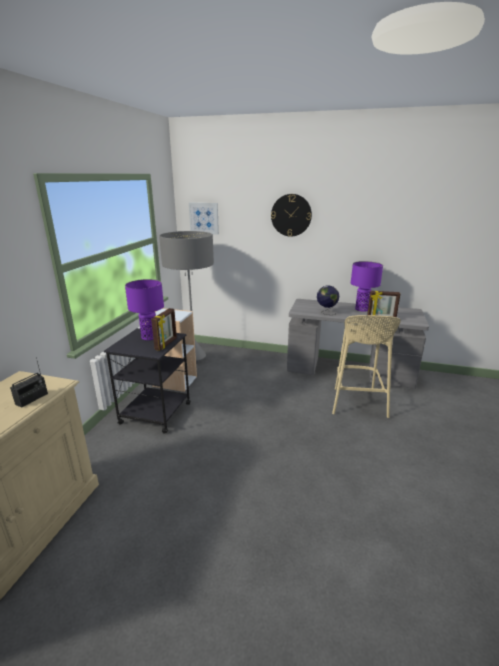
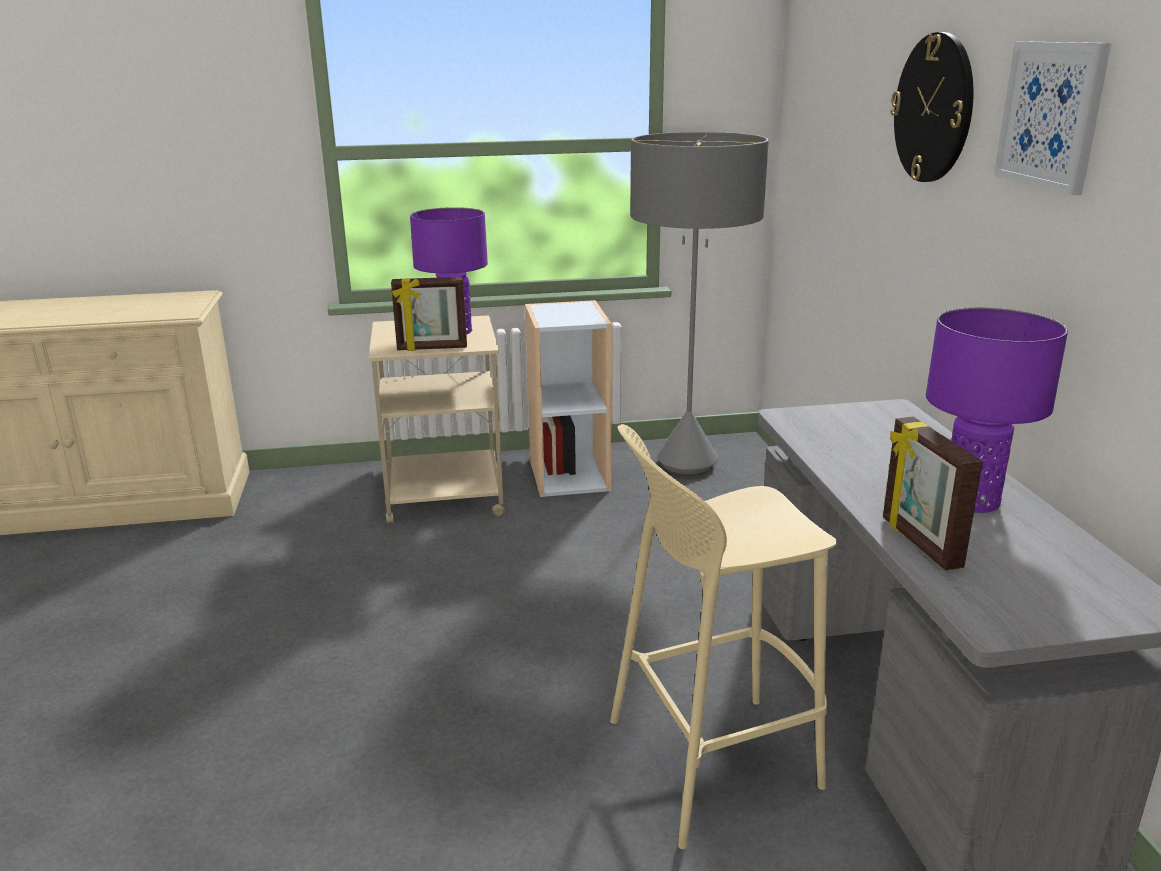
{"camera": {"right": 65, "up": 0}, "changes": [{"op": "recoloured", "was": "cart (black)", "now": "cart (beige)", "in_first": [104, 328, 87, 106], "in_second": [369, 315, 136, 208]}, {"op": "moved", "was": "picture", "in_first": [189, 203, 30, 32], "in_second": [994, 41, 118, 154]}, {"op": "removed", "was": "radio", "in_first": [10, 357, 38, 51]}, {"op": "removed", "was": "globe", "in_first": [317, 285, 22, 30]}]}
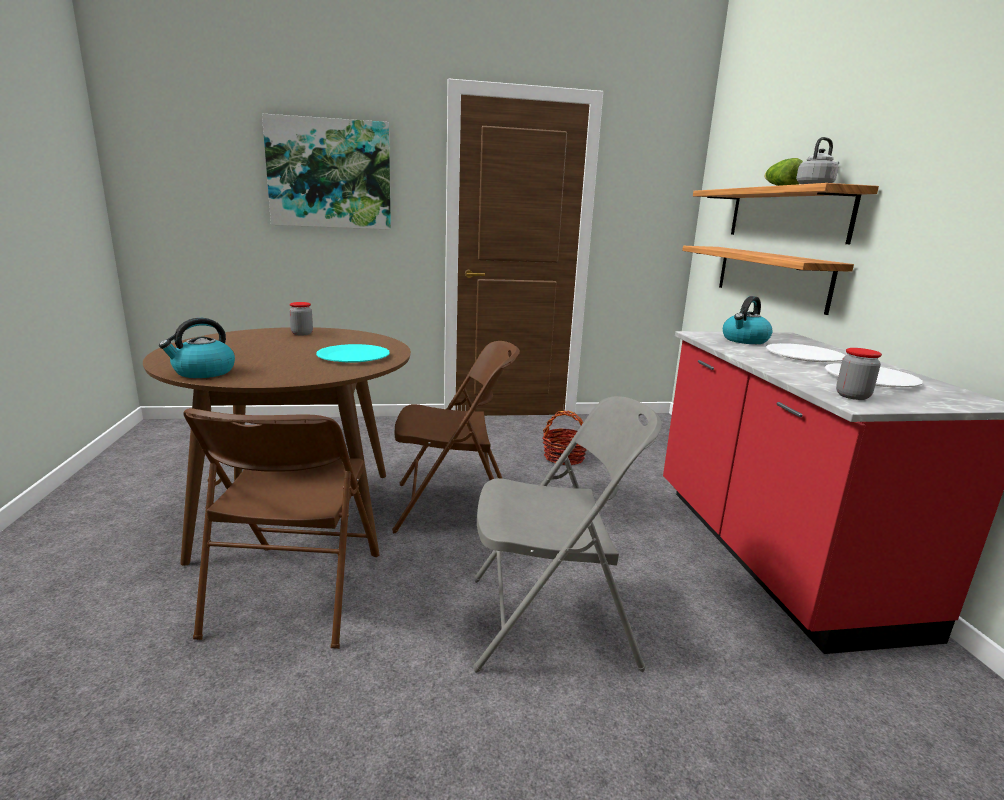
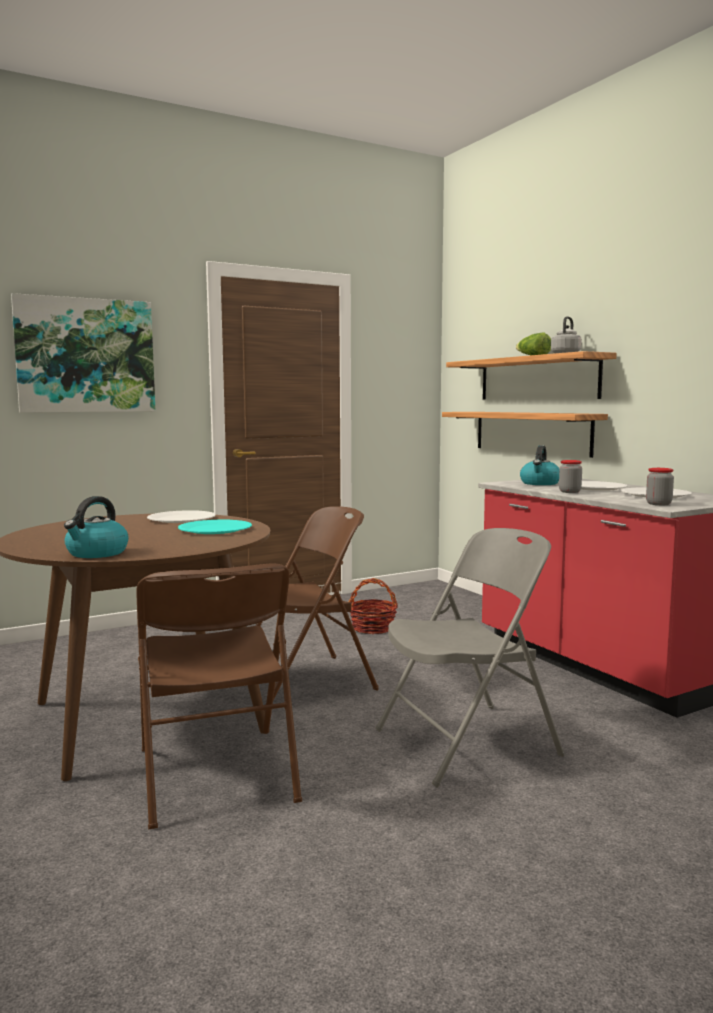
{"camera": {"right": -20, "up": -10}, "changes": [{"op": "added", "now": "plate (white)", "in_second": [147, 510, 69, 13]}, {"op": "moved", "was": "jar", "in_first": [289, 302, 24, 34], "in_second": [559, 460, 23, 33]}]}
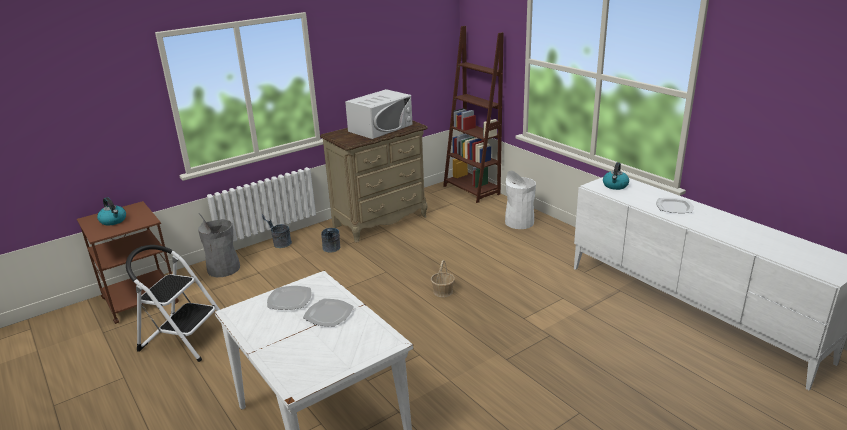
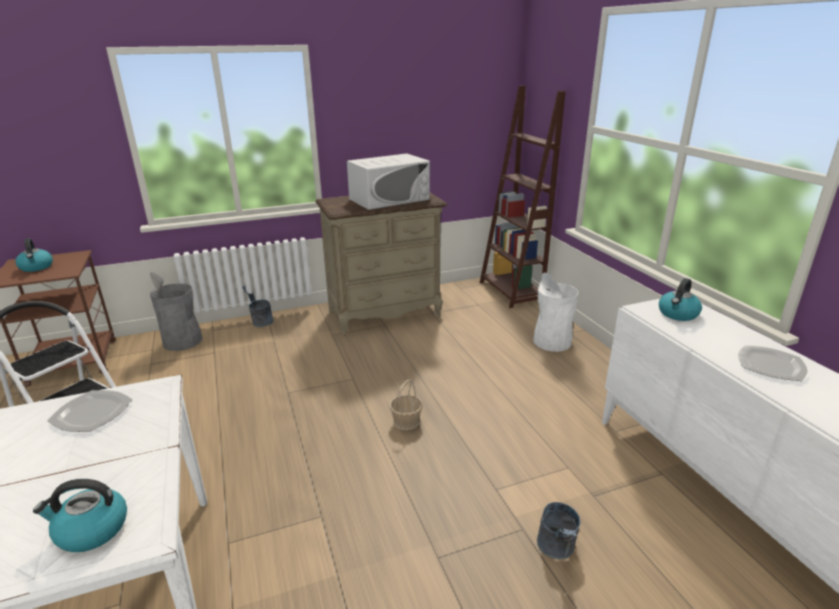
{"camera": {"right": 15, "up": 0}, "changes": [{"op": "added", "now": "kettle", "in_second": [33, 479, 94, 73]}, {"op": "moved", "was": "bucket (grey)", "in_first": [321, 228, 19, 24], "in_second": [537, 502, 43, 57]}, {"op": "removed", "was": "plate", "in_first": [303, 299, 51, 28]}]}
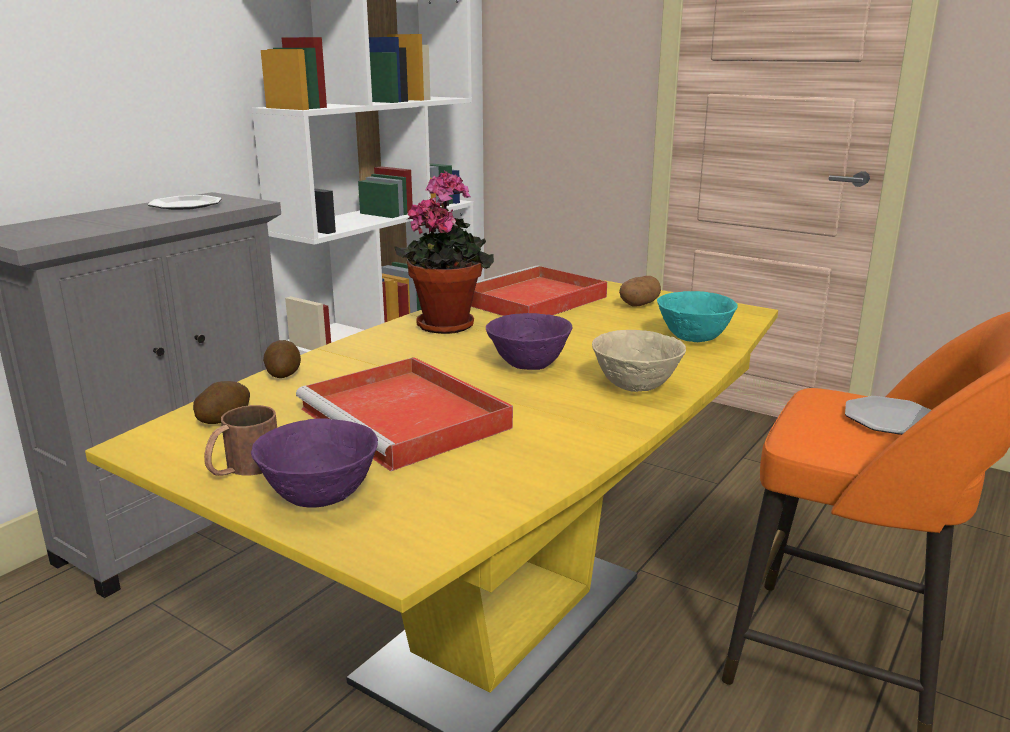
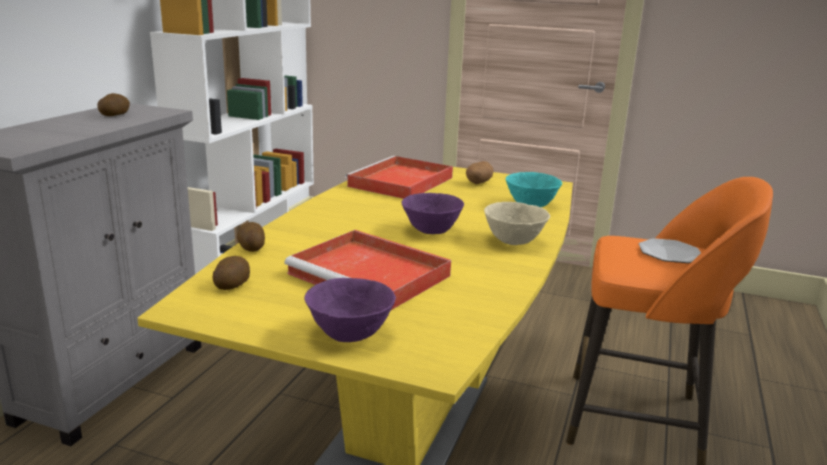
{"camera": {"right": -15, "up": 0}, "changes": [{"op": "replaced", "was": "plate", "now": "potato", "in_first": [148, 195, 74, 15], "in_second": [97, 93, 33, 23]}, {"op": "removed", "was": "mug (brown)", "in_first": [204, 405, 73, 71]}, {"op": "removed", "was": "potted plant", "in_first": [394, 171, 100, 163]}]}
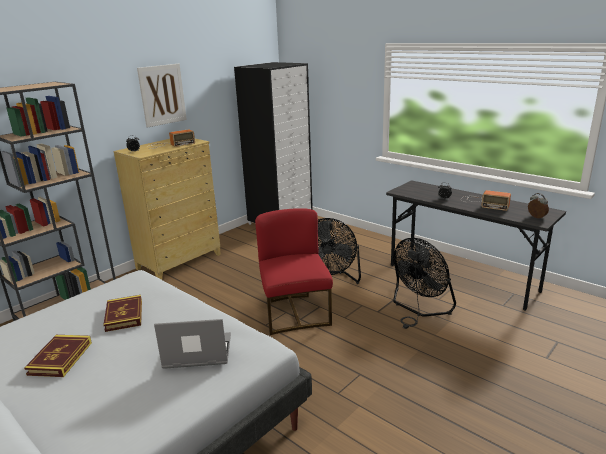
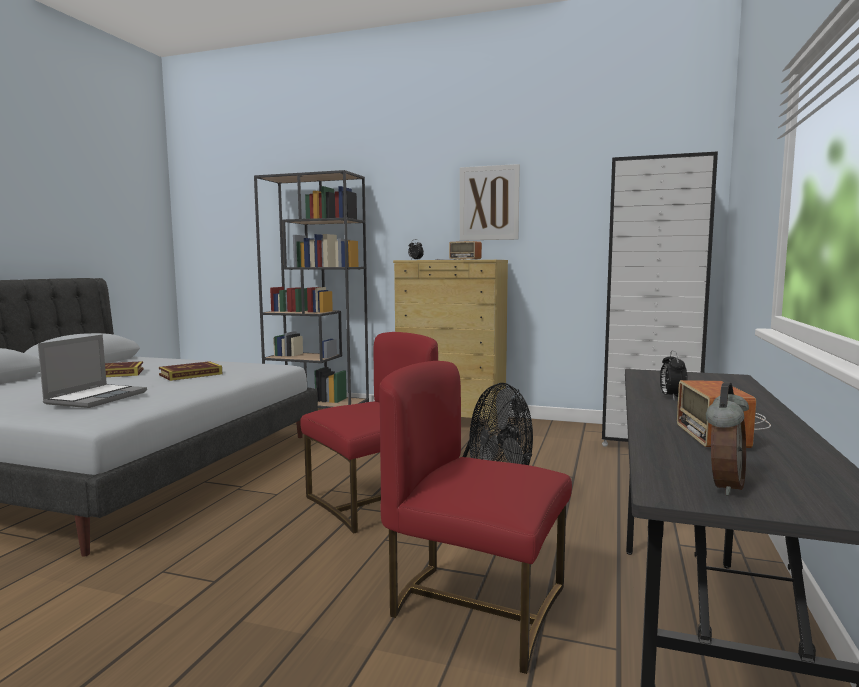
{"camera": {"right": 65, "up": -15}, "changes": [{"op": "turned", "was": "laptop", "in_first": [154, 319, 77, 50], "in_second": [38, 334, 109, 74], "clockwise": 45}, {"op": "replaced", "was": "fan (black)", "now": "chair (red)", "in_first": [392, 238, 64, 91], "in_second": [379, 361, 193, 313]}]}
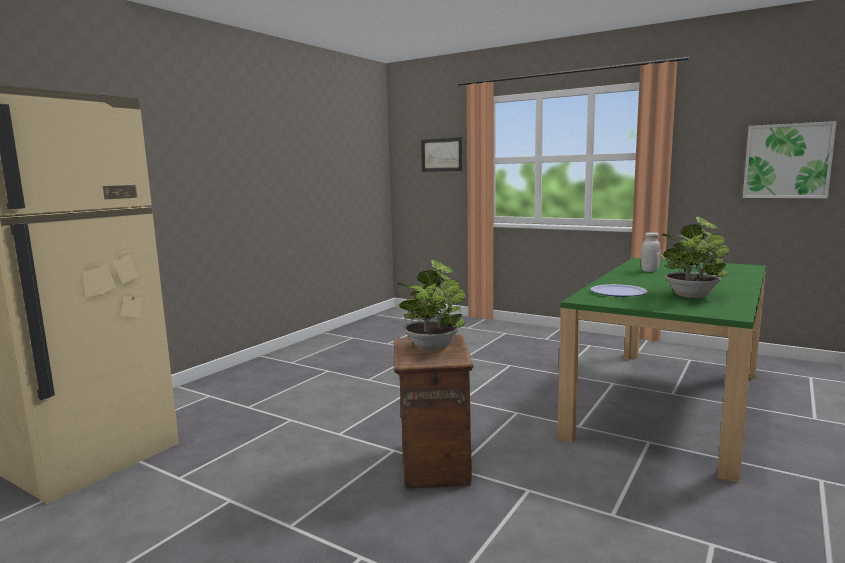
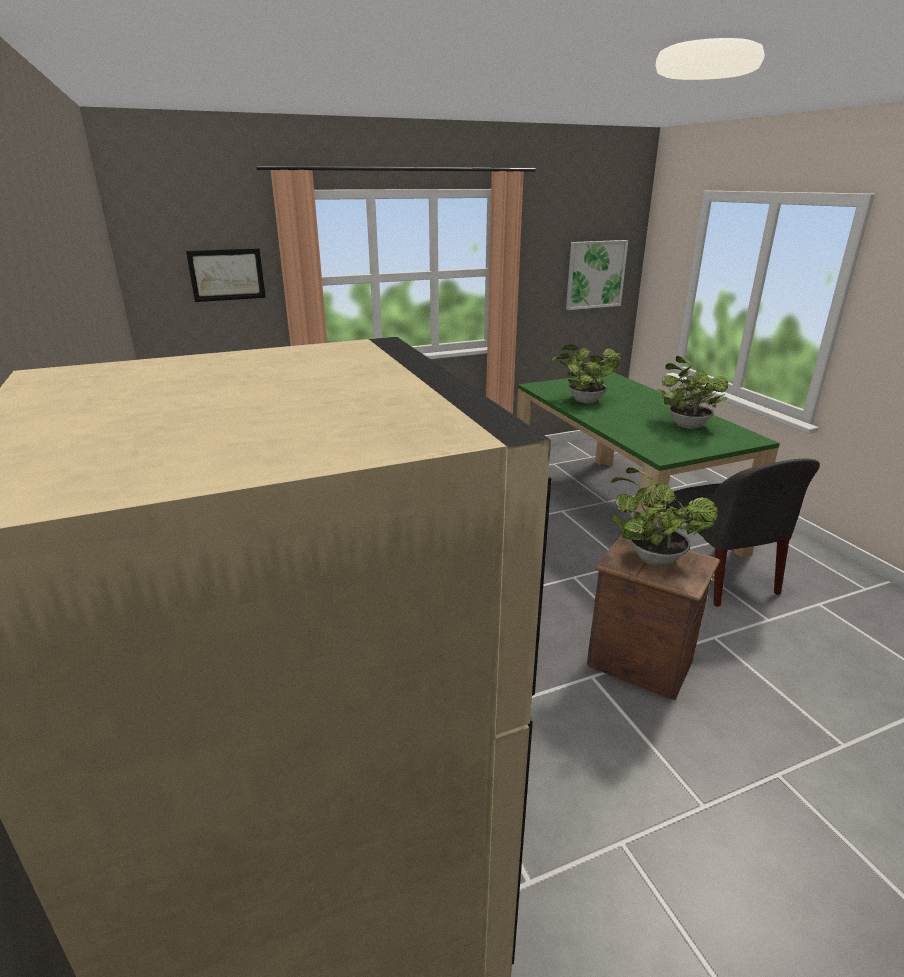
{"camera": {"right": -55, "up": 15}, "changes": [{"op": "replaced", "was": "jar (white)", "now": "potted plant", "in_first": [640, 232, 20, 40], "in_second": [551, 344, 70, 59]}, {"op": "added", "now": "chair (grey)", "in_second": [666, 459, 154, 148]}, {"op": "removed", "was": "plate", "in_first": [591, 284, 57, 13]}]}
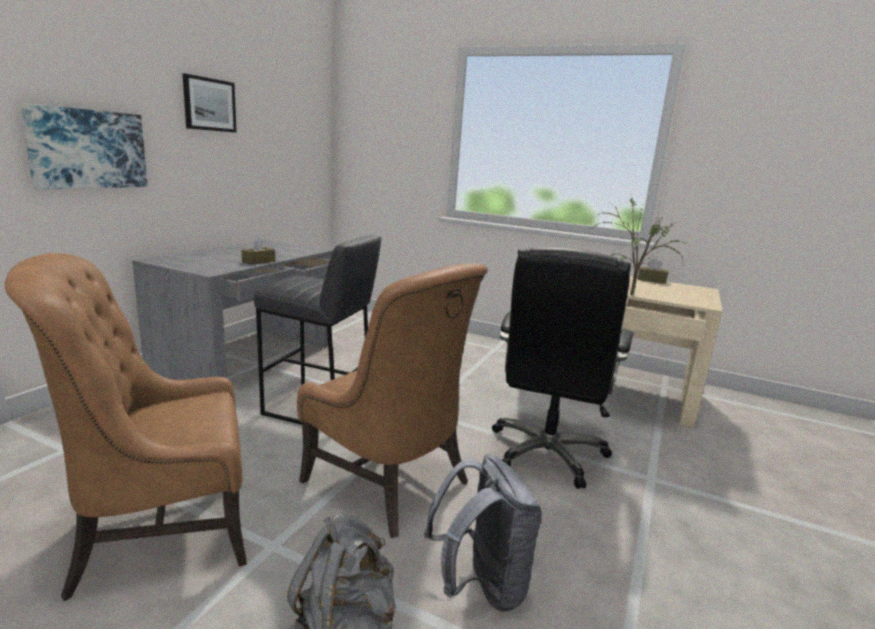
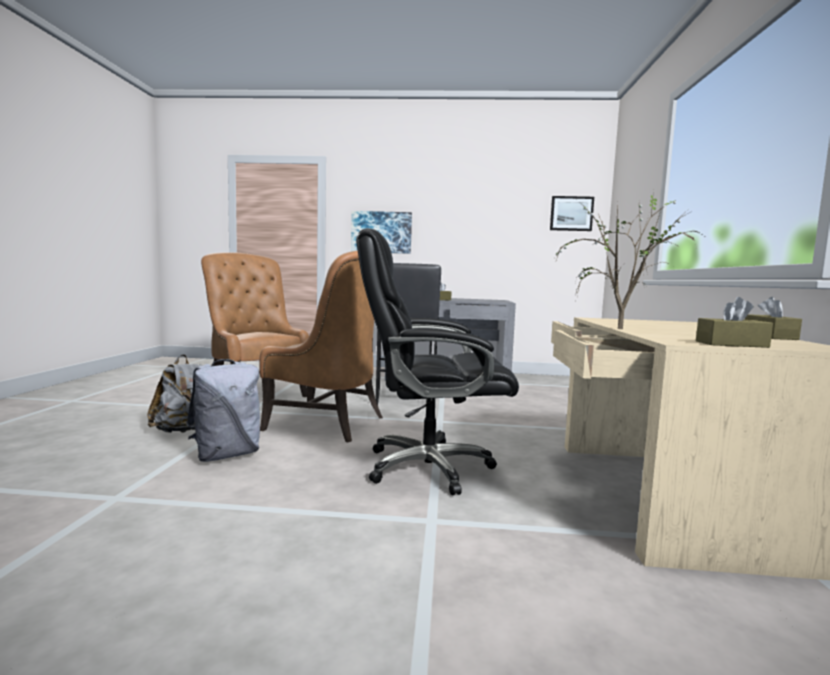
{"camera": {"right": 70, "up": -10}, "changes": [{"op": "turned", "was": "chair (brown)", "in_first": [297, 263, 191, 275], "in_second": [259, 251, 124, 192], "clockwise": -90}, {"op": "moved", "was": "picture", "in_first": [183, 74, 54, 59], "in_second": [550, 196, 44, 35]}, {"op": "added", "now": "tissue box (brown)", "in_second": [696, 297, 77, 51]}]}
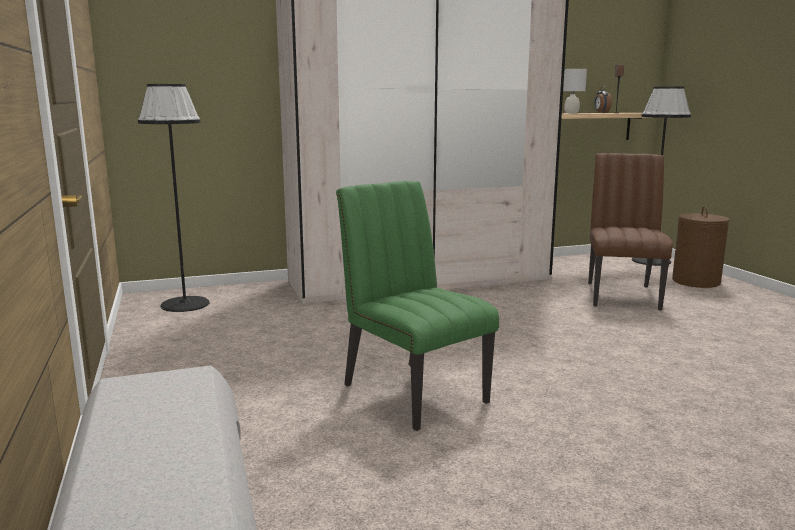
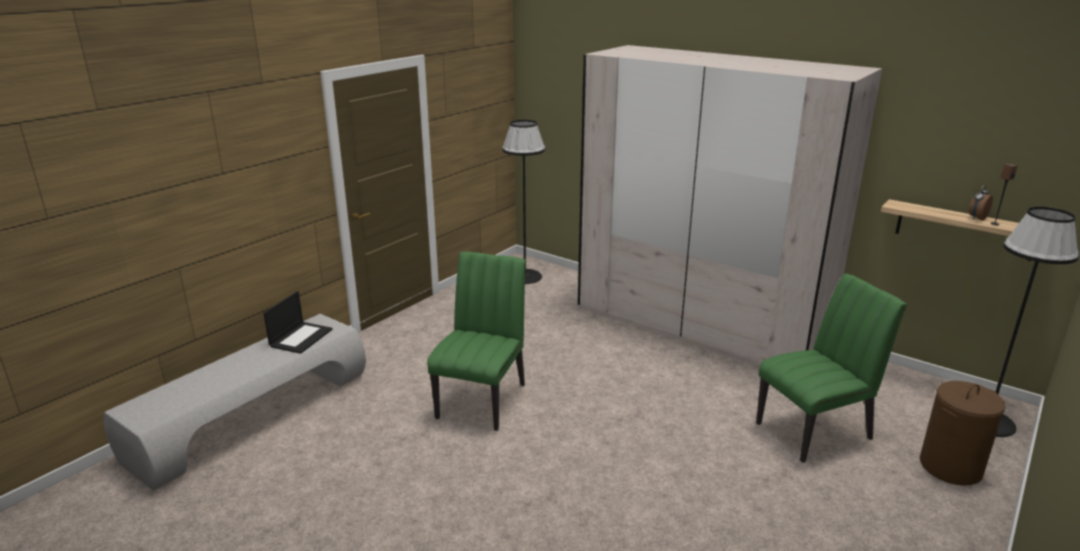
{"camera": {"right": 55, "up": 10}, "changes": [{"op": "added", "now": "laptop", "in_second": [263, 291, 70, 63]}, {"op": "recoloured", "was": "chair (brown)", "now": "chair (green)", "in_first": [588, 153, 85, 157], "in_second": [756, 273, 151, 190]}, {"op": "removed", "was": "table lamp (grey)", "in_first": [563, 68, 24, 45]}]}
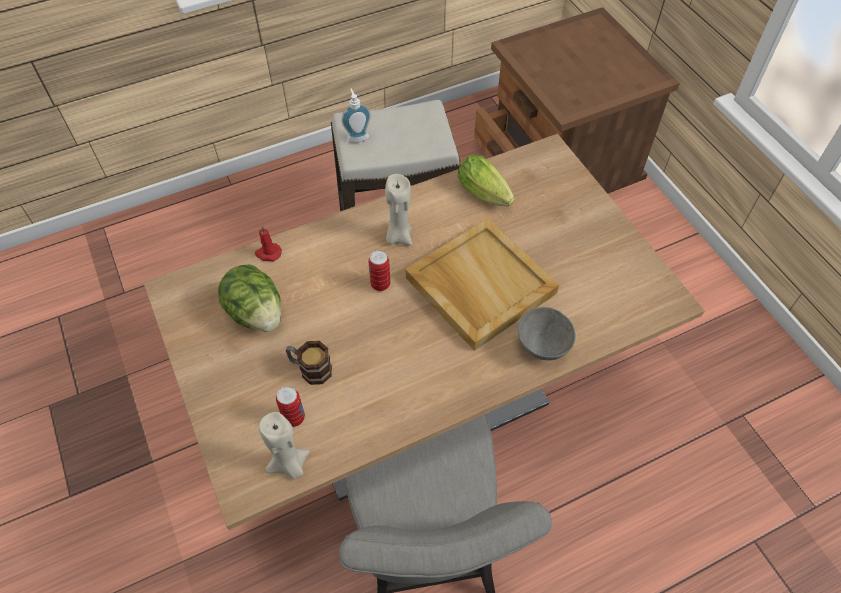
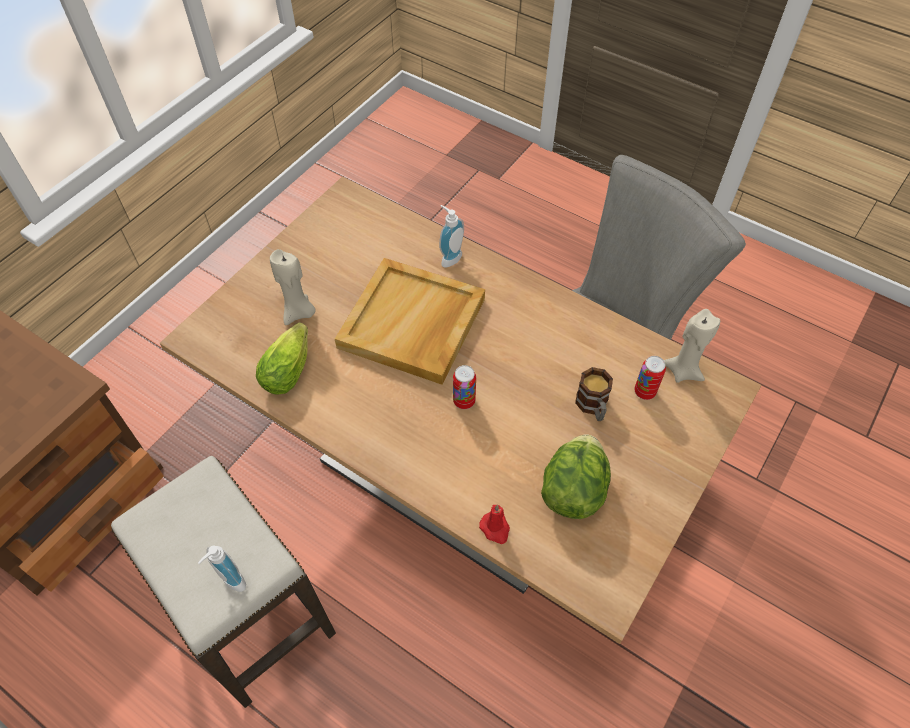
{"camera": {"right": -120, "up": 0}, "changes": [{"op": "moved", "was": "candle (beige)", "in_first": [385, 174, 27, 72], "in_second": [270, 249, 46, 76]}, {"op": "replaced", "was": "bowl (grey)", "now": "soap dispenser", "in_first": [518, 307, 58, 53], "in_second": [439, 205, 25, 62]}]}
